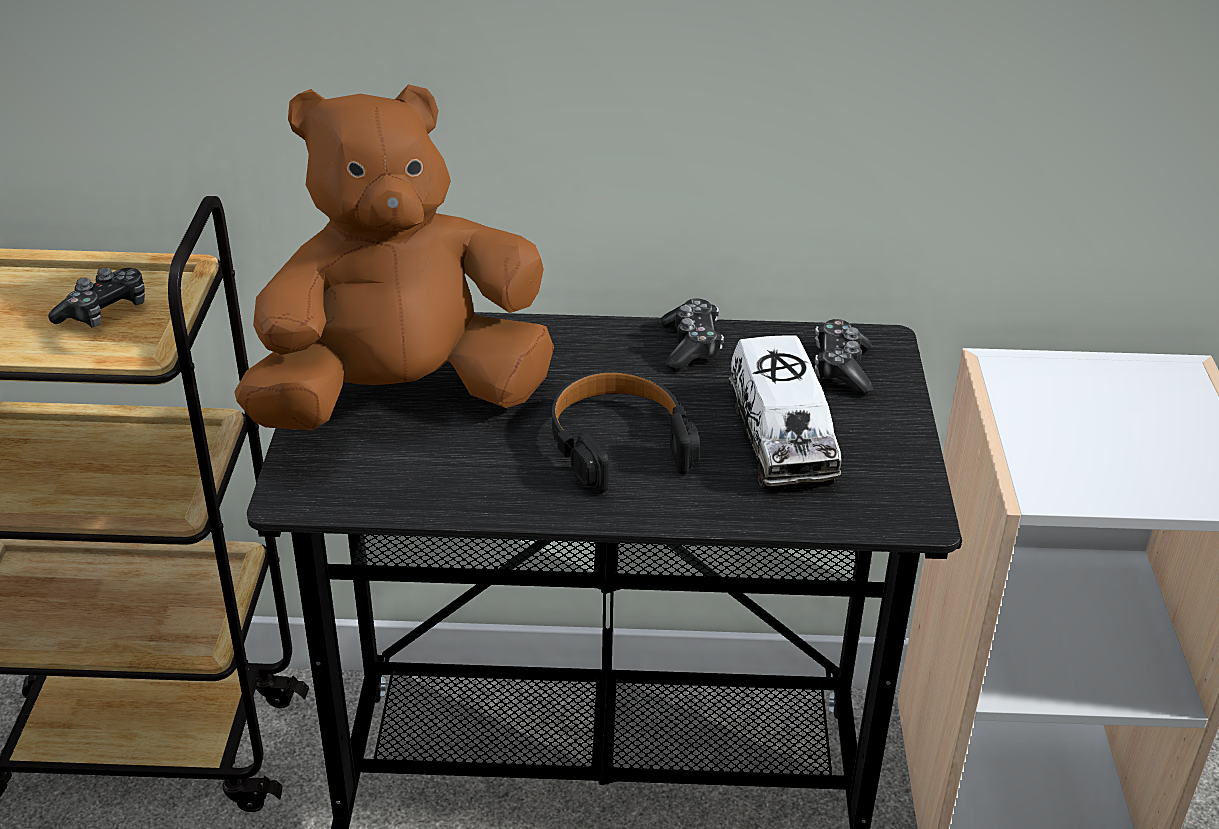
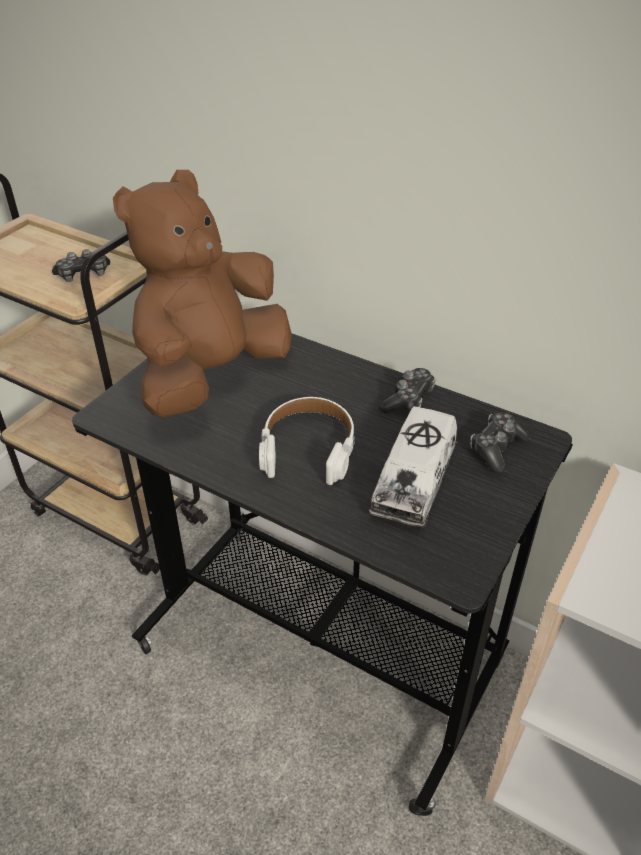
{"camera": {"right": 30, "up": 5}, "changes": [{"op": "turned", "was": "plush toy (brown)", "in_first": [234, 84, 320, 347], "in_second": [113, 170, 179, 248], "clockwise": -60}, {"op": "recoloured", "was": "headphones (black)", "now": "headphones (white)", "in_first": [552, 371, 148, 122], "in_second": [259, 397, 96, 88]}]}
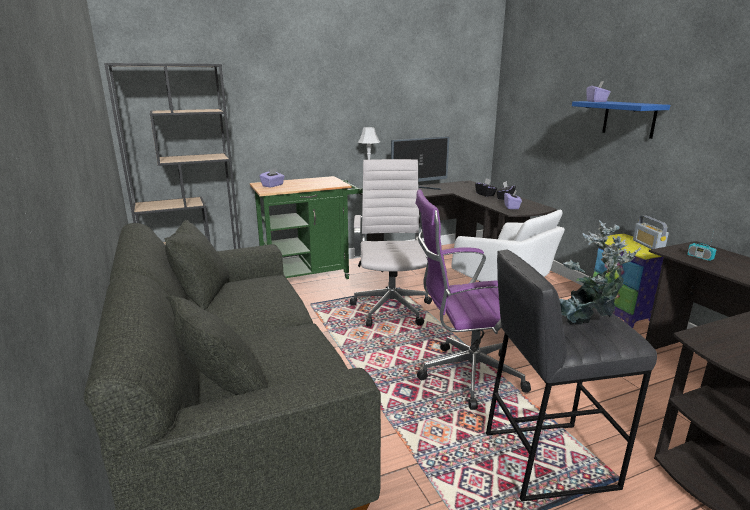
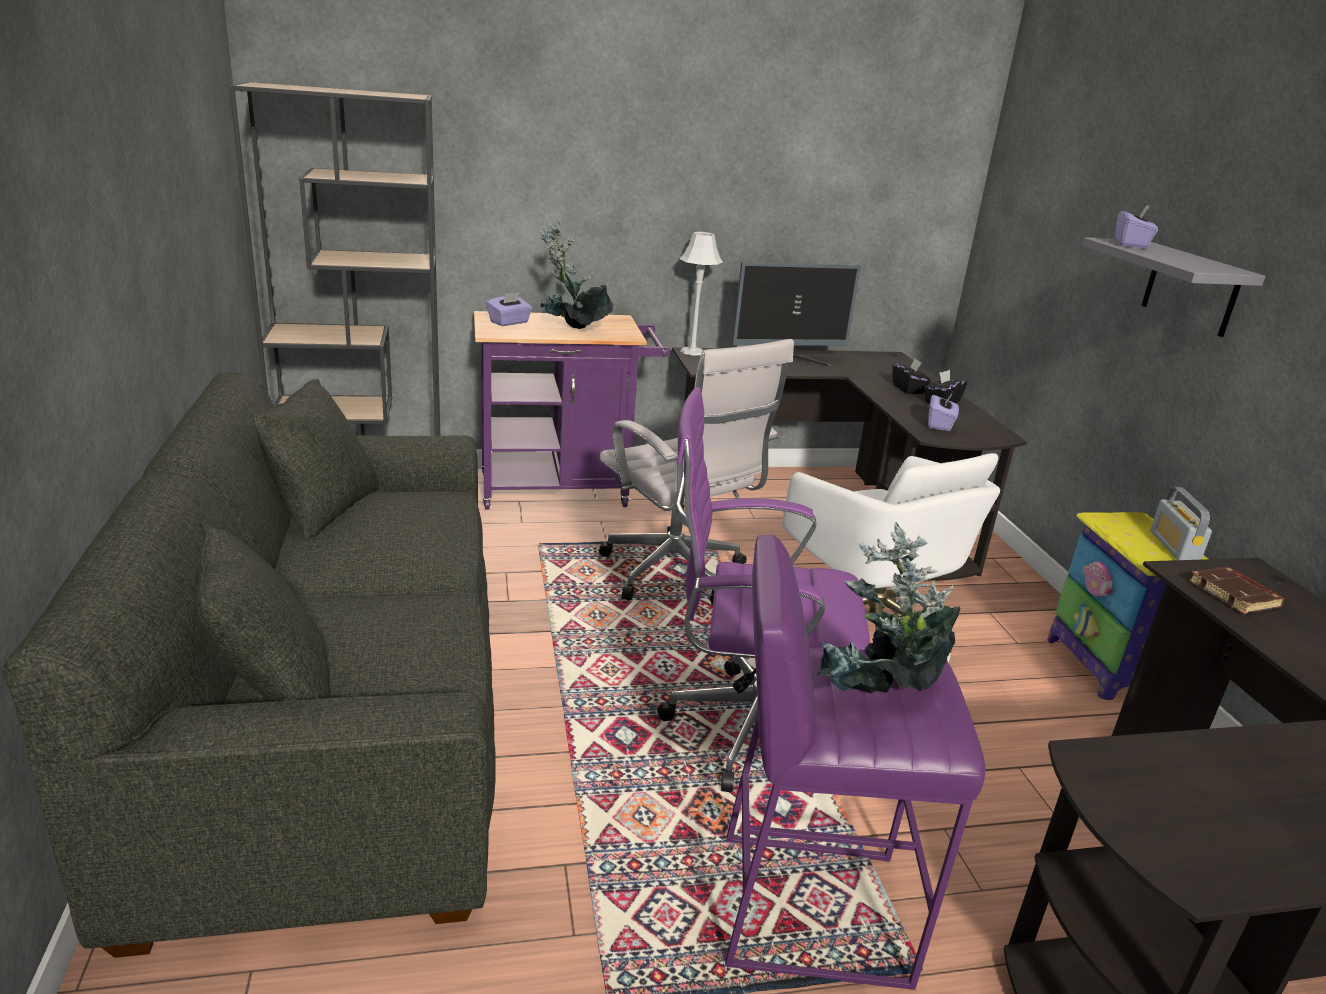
{"camera": {"right": 10, "up": 5}, "changes": [{"op": "recoloured", "was": "cart (green)", "now": "cart (purple)", "in_first": [250, 176, 113, 103], "in_second": [474, 311, 196, 198]}, {"op": "added", "now": "potted plant", "in_second": [540, 221, 73, 108]}, {"op": "turned", "was": "office chair (white)", "in_first": [350, 159, 82, 168], "in_second": [599, 339, 195, 266], "clockwise": 135}, {"op": "recoloured", "was": "stool (grey)", "now": "stool (purple)", "in_first": [486, 249, 171, 253], "in_second": [725, 535, 260, 455]}, {"op": "recoloured", "was": "shelf (blue)", "now": "shelf (grey)", "in_first": [572, 101, 98, 38], "in_second": [1082, 237, 183, 100]}, {"op": "replaced", "was": "radio", "now": "book (brown)", "in_first": [687, 228, 29, 33], "in_second": [1189, 567, 96, 47]}]}
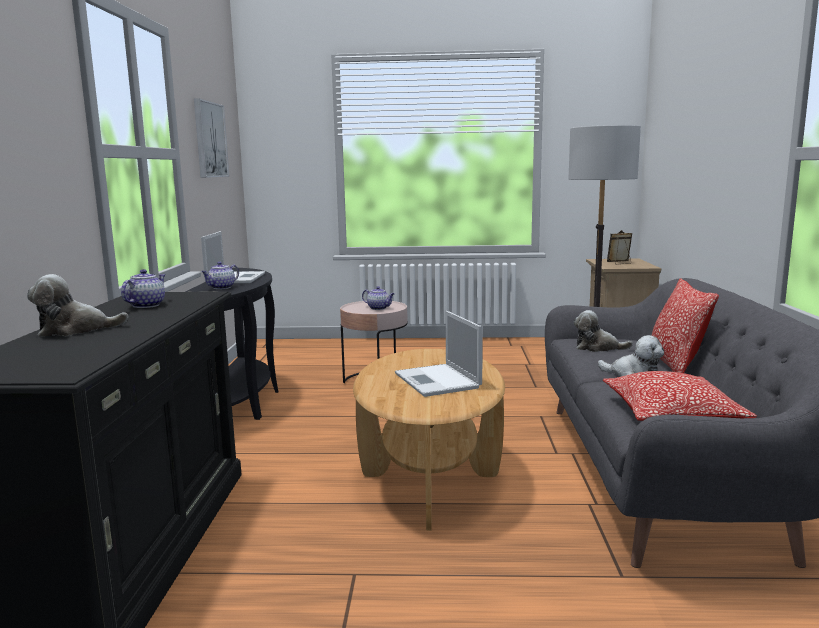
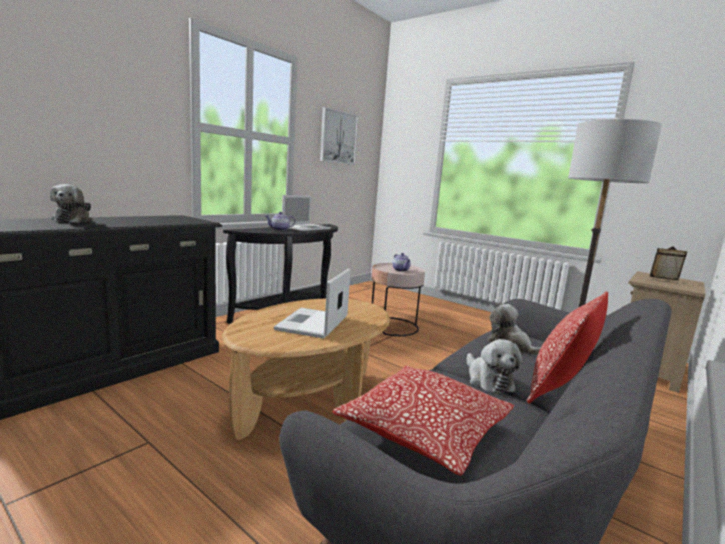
{"camera": {"right": 35, "up": 0}, "changes": [{"op": "turned", "was": "plush toy", "in_first": [27, 274, 101, 63], "in_second": [50, 184, 41, 39], "clockwise": -120}, {"op": "removed", "was": "teapot", "in_first": [121, 269, 44, 39]}]}
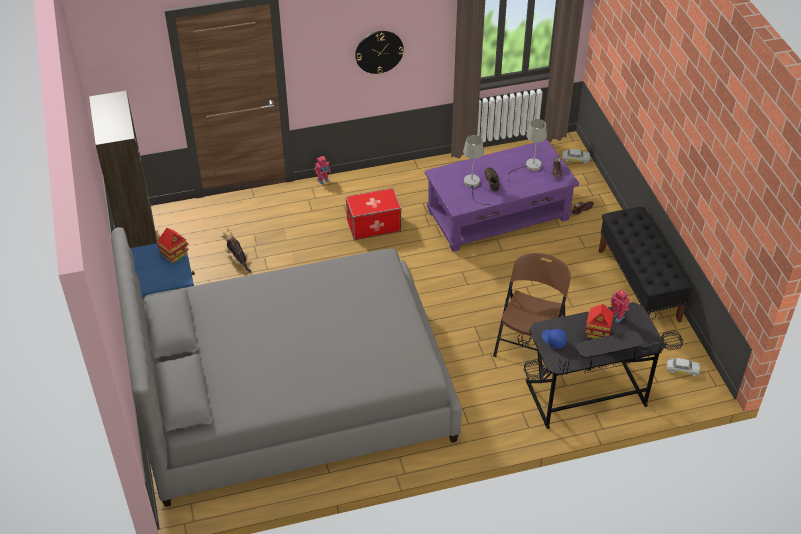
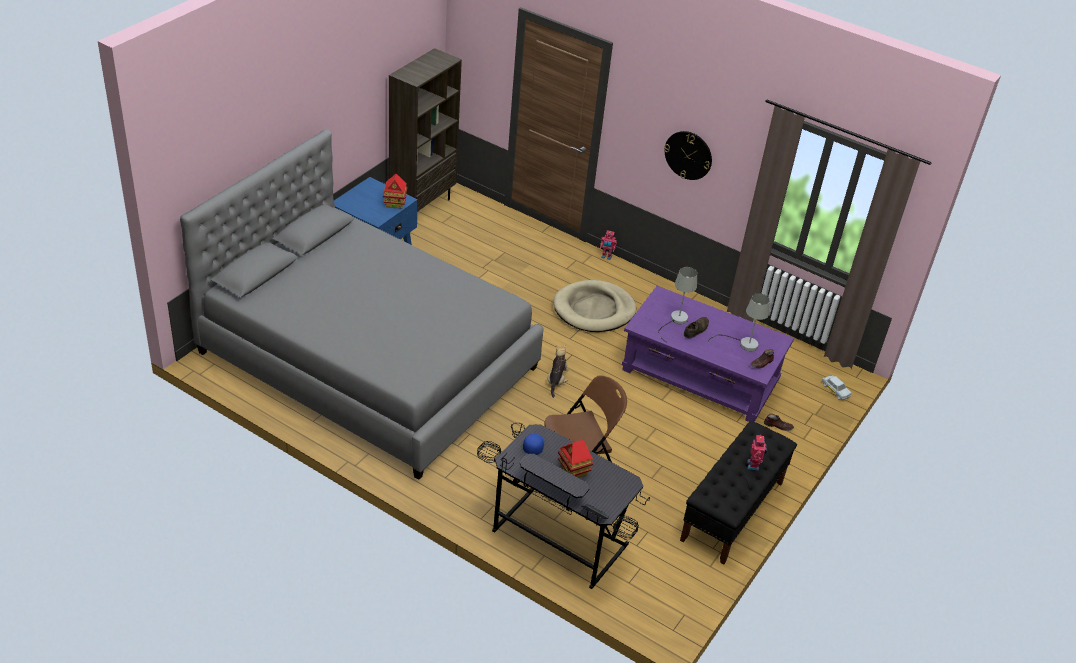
{"camera": {"right": 45, "up": -5}, "changes": [{"op": "moved", "was": "plush toy", "in_first": [221, 227, 31, 46], "in_second": [548, 344, 21, 54]}, {"op": "replaced", "was": "storage box", "now": "dog bed (beige)", "in_first": [346, 188, 55, 52], "in_second": [554, 280, 82, 52]}, {"op": "moved", "was": "toy robot", "in_first": [610, 289, 19, 34], "in_second": [747, 434, 20, 36]}, {"op": "removed", "was": "toy car (white)", "in_first": [667, 358, 33, 18]}]}
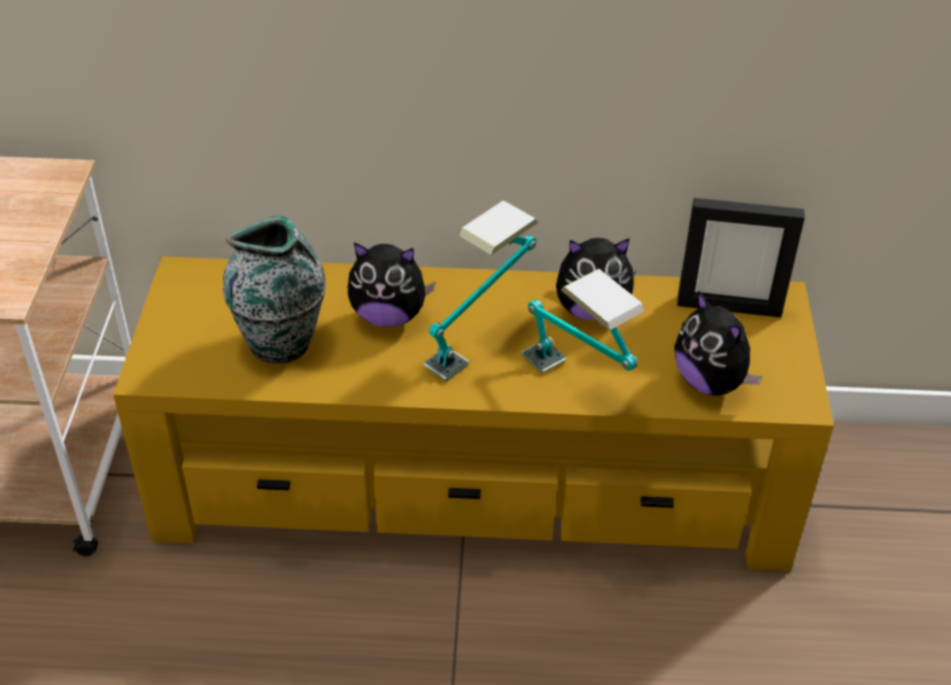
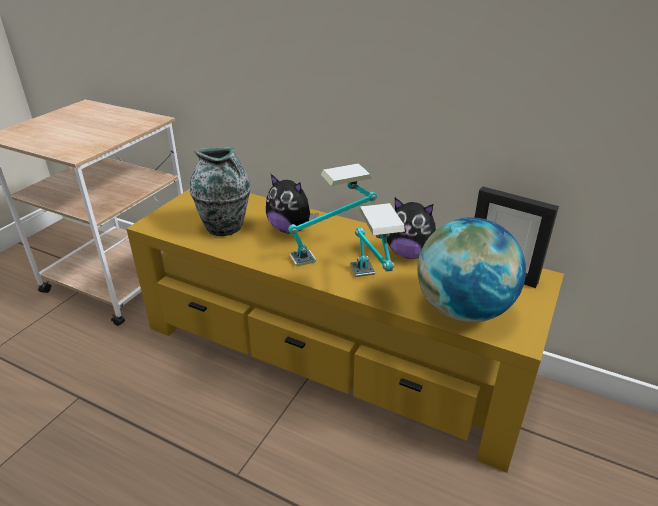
{"camera": {"right": 25, "up": -10}, "changes": [{"op": "replaced", "was": "plush toy", "now": "globe", "in_first": [674, 291, 88, 105], "in_second": [417, 217, 109, 106]}]}
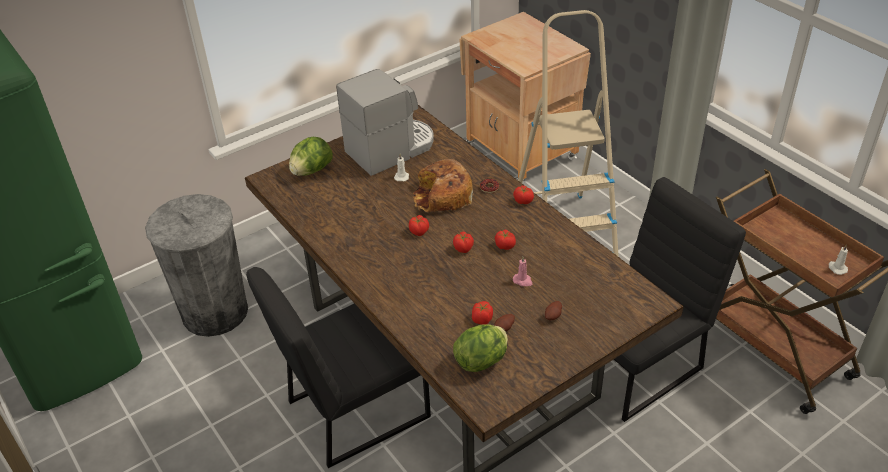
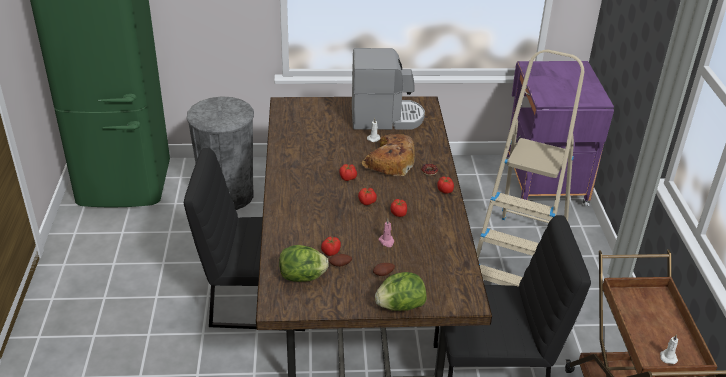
{"camera": {"right": 30, "up": -5}, "changes": [{"op": "moved", "was": "lettuce", "in_first": [289, 137, 44, 39], "in_second": [375, 272, 51, 39]}, {"op": "recoloured", "was": "cart (brown)", "now": "cart (purple)", "in_first": [459, 12, 132, 172], "in_second": [506, 61, 108, 145]}]}
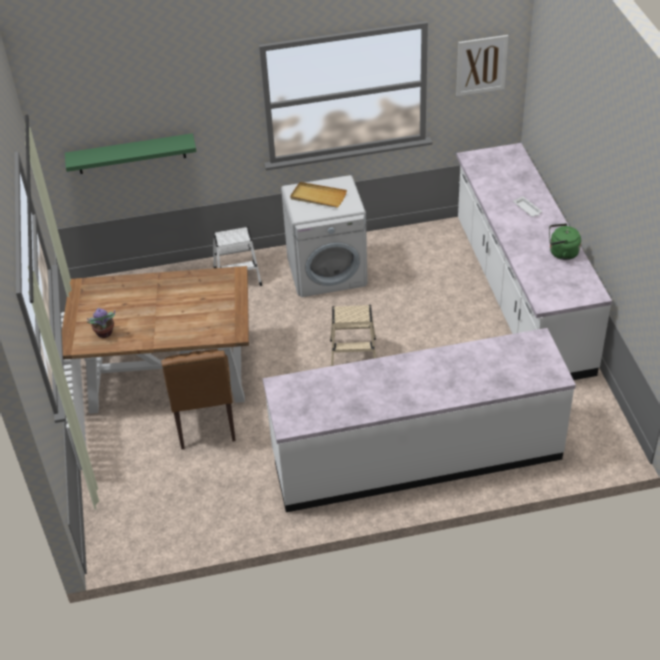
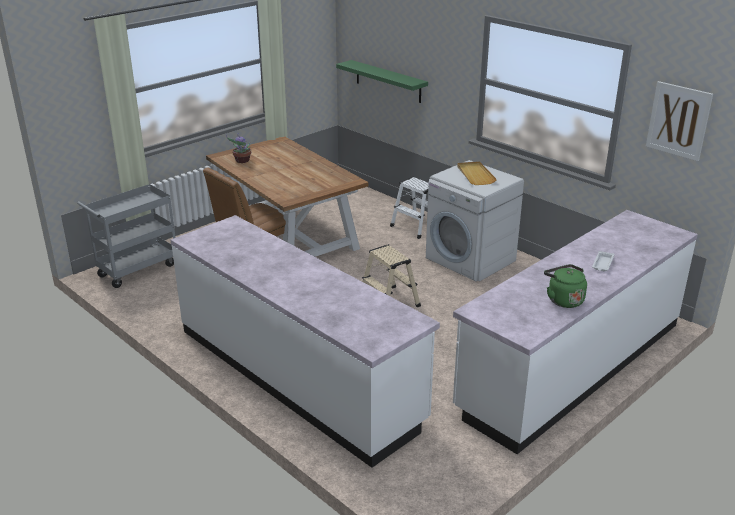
{"camera": {"right": 55, "up": -15}, "changes": [{"op": "added", "now": "cart (grey)", "in_second": [77, 184, 99, 104]}]}
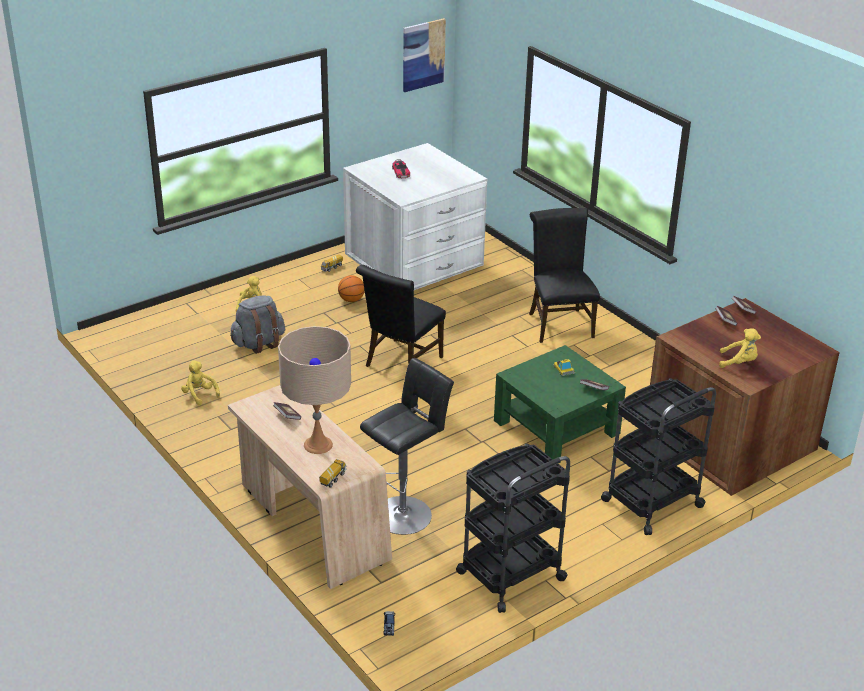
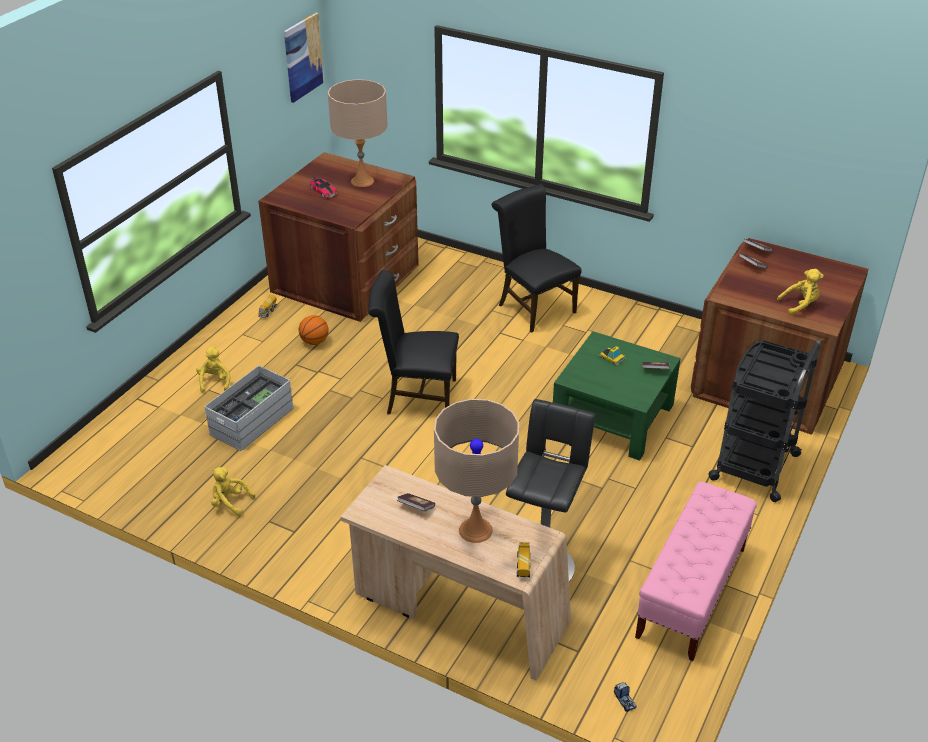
{"camera": {"right": -25, "up": 5}, "changes": [{"op": "replaced", "was": "backpack (grey)", "now": "storage box (grey)", "in_first": [230, 296, 55, 58], "in_second": [205, 366, 89, 85]}, {"op": "recoloured", "was": "dresser (white)", "now": "dresser (brown)", "in_first": [343, 143, 144, 147], "in_second": [258, 152, 161, 170]}, {"op": "added", "now": "table lamp (beige)", "in_second": [328, 79, 60, 108]}, {"op": "turned", "was": "chair (black)", "in_first": [356, 265, 90, 102], "in_second": [368, 270, 91, 145], "clockwise": 90}, {"op": "replaced", "was": "cart (black)", "now": "bench (pink)", "in_first": [456, 443, 114, 170], "in_second": [635, 482, 122, 179]}]}
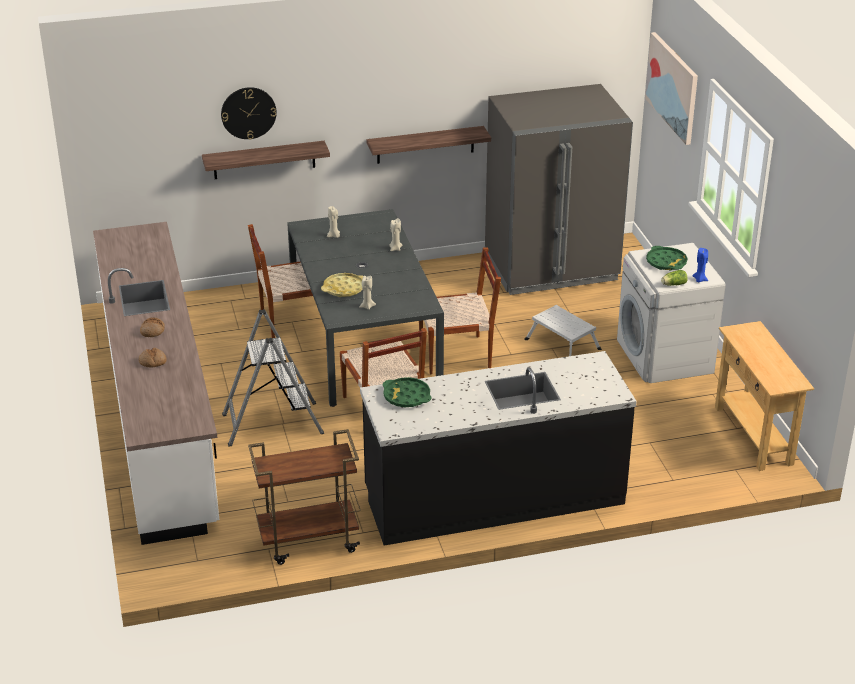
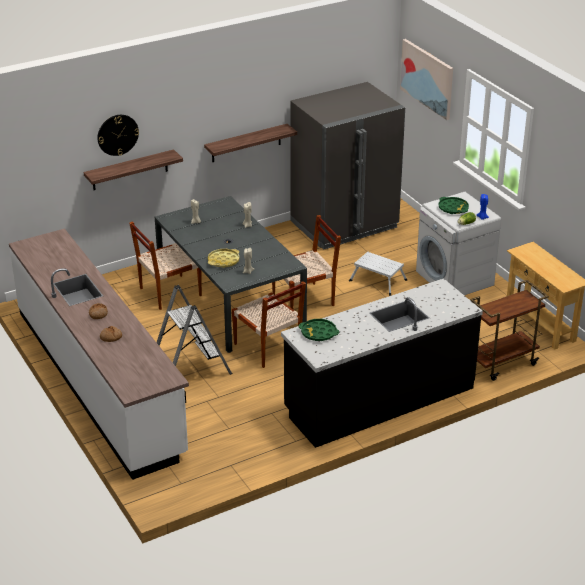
{"camera": {"right": -15, "up": 0}, "changes": [{"op": "moved", "was": "cart (brown)", "in_first": [248, 429, 113, 136], "in_second": [470, 280, 79, 101]}]}
